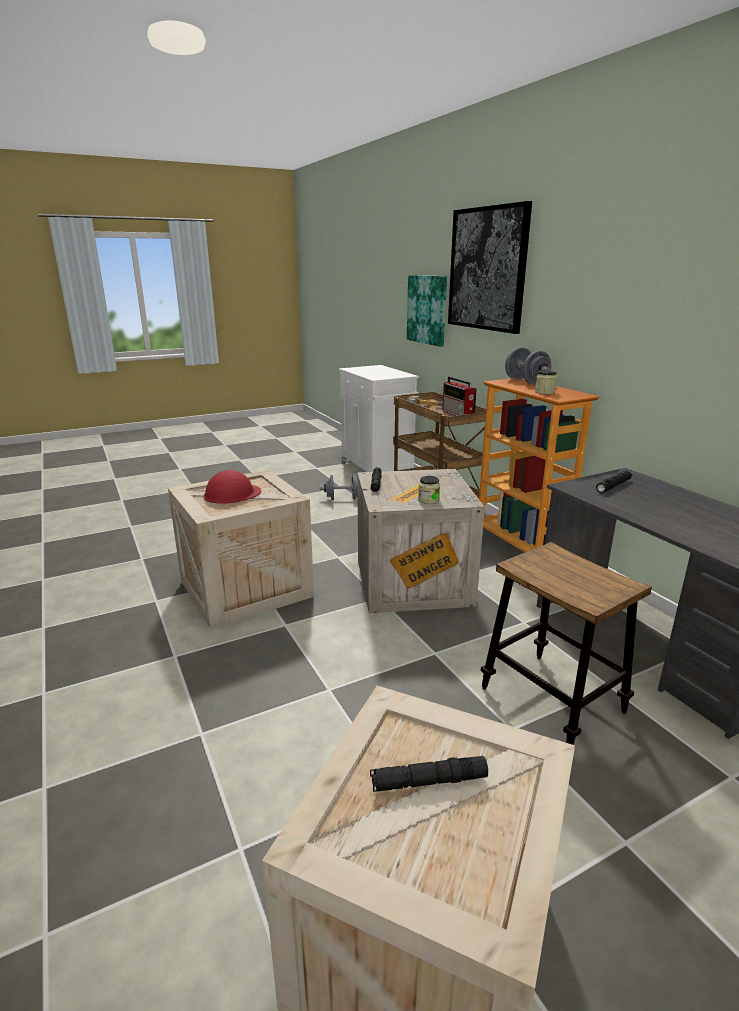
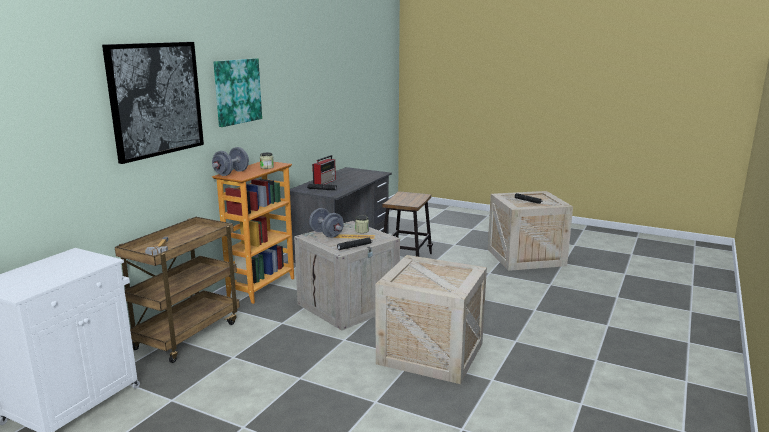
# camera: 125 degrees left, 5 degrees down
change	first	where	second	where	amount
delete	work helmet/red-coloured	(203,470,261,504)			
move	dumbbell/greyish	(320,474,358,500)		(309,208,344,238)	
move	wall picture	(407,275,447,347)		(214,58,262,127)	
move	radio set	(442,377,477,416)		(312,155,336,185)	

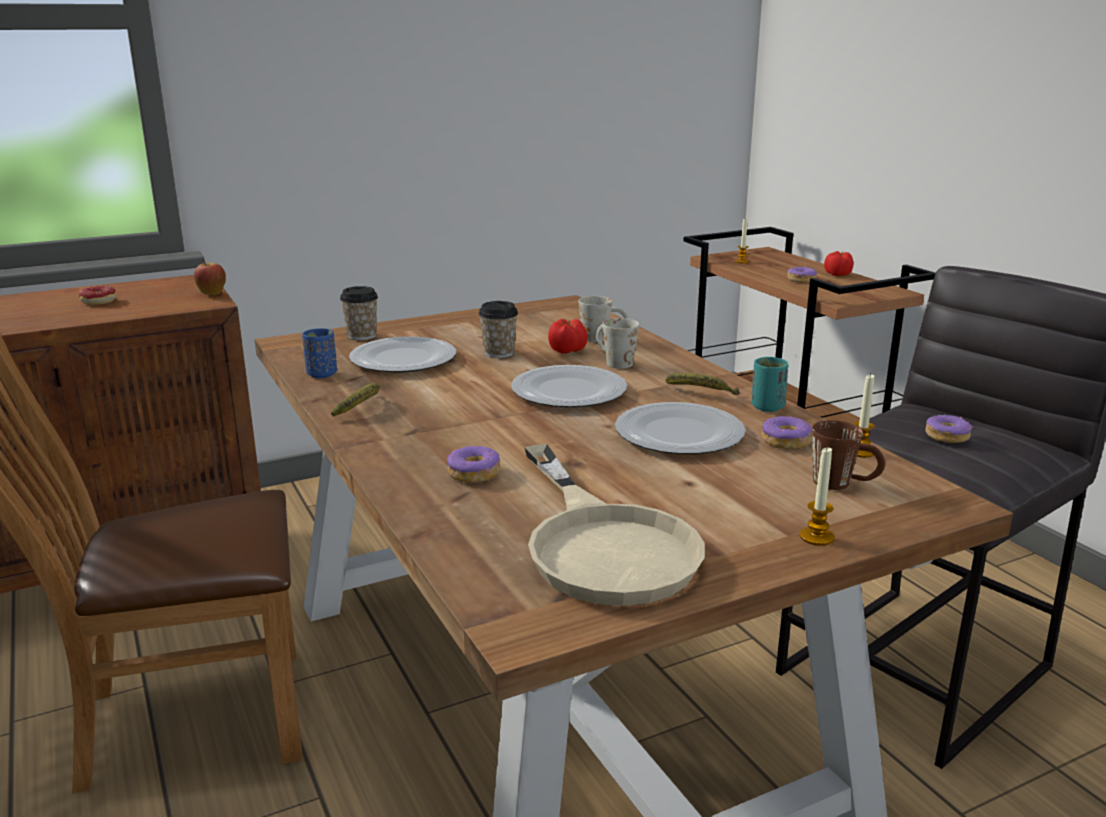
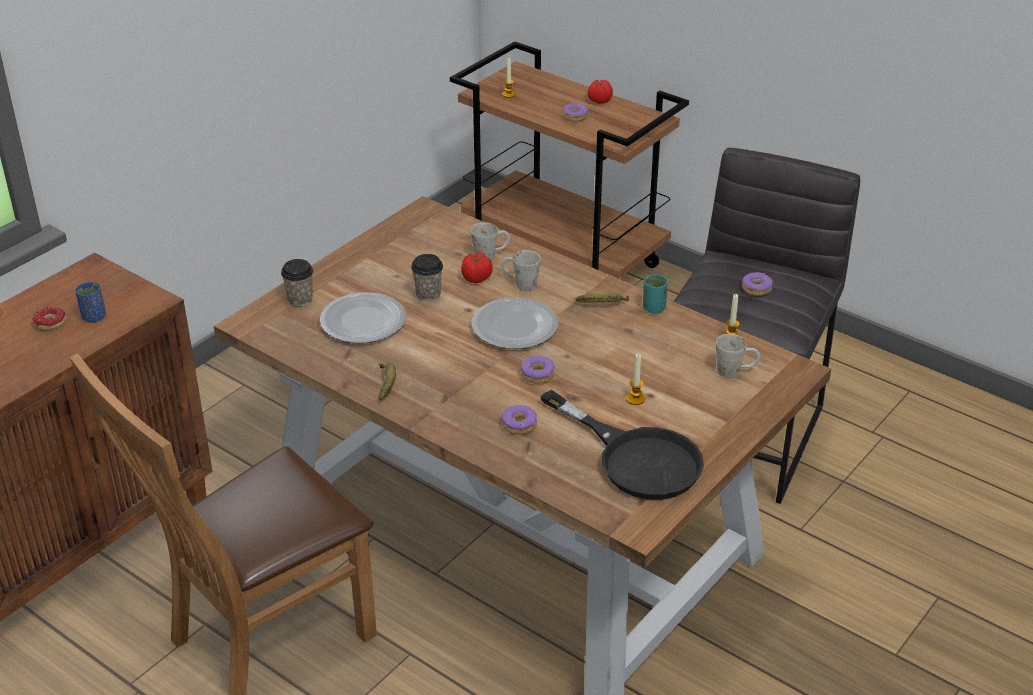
# camera: 25 degrees left, 15 degrees up
change	first	where	second	where	amount
delete	apple fruit	(194,258,226,295)			
delete	dinner plate	(615,402,746,454)			
move	cup/blue	(302,328,337,378)		(75,282,106,322)	
move	doughnut	(761,416,812,449)		(521,356,555,384)	
move	wax light	(800,446,835,546)		(626,353,645,405)	
recolor	frying pan/beige	(524,444,705,606)	frying pan/black	(541,390,704,500)	
recolor	tea mug/brownish	(812,420,885,490)	tea mug/white-coloured	(716,334,760,378)	

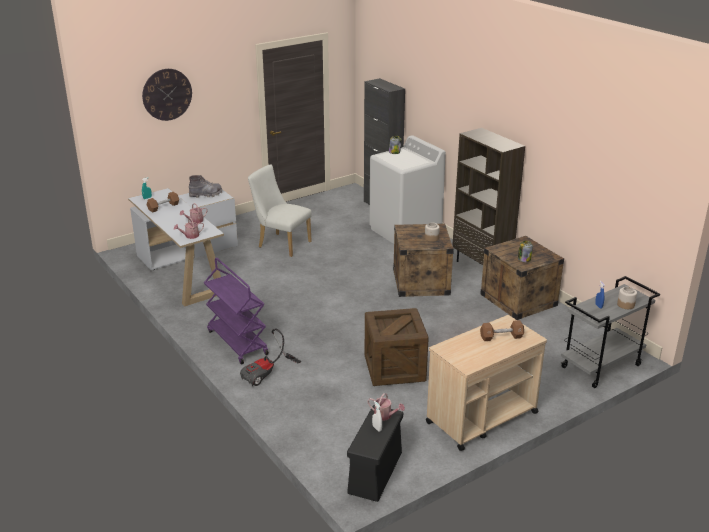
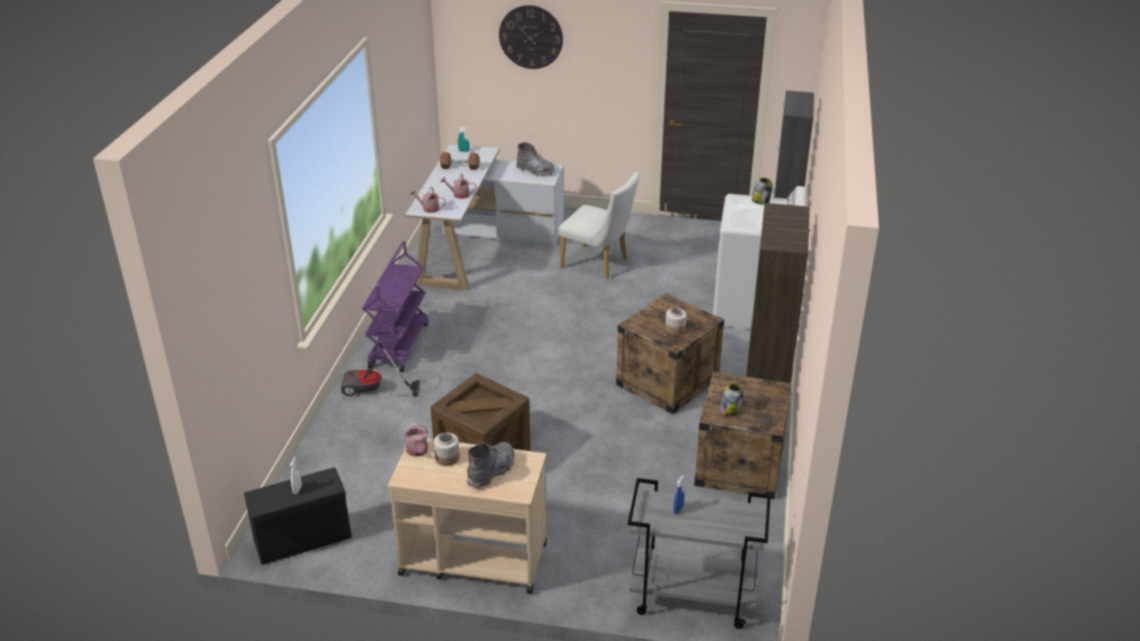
# camera: 45 degrees right, 5 degrees up
change	first	where	second	where	amount
move	sprinkling can	(368,393,405,421)		(404,423,428,457)	
move	preserve jar	(617,286,637,309)		(434,432,460,466)	
replace	dumbbell/brownish	(480,320,524,341)	high-top boot/greyish	(467,442,515,489)	
rotate	chair/white-coloured	(248,165,312,257)		(558,172,639,279)	135 degrees clockwise

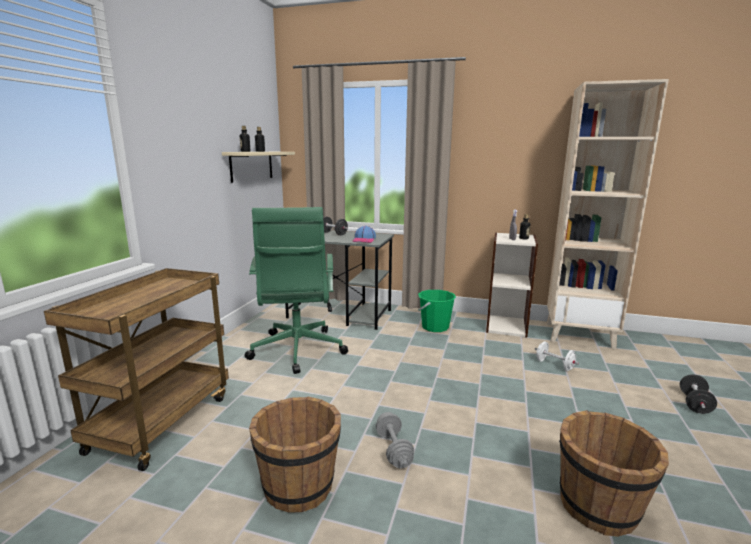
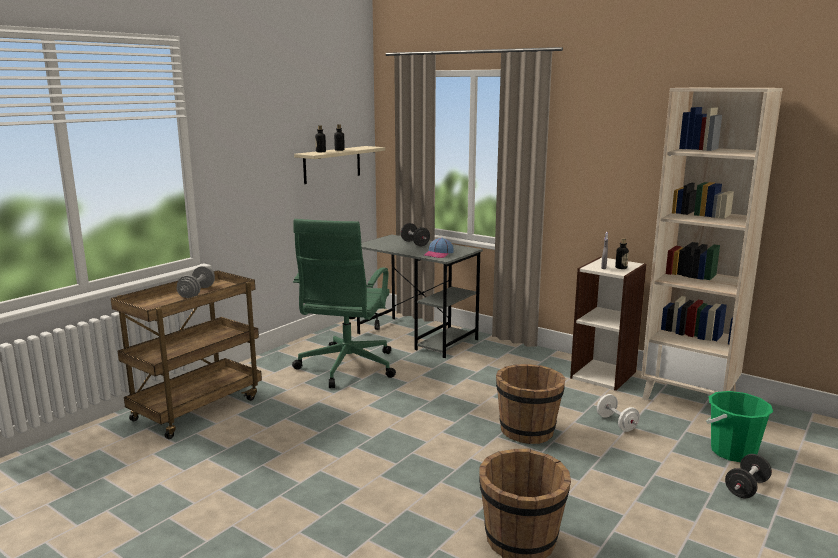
# camera: 20 degrees right, 0 degrees up
change	first	where	second	where	amount
move	water bucket/brownish	(249,397,341,513)		(496,364,565,444)	
move	dumbbell/greyish	(376,412,414,468)		(177,266,215,298)	
move	water bucket/green	(418,290,456,332)		(706,391,773,462)	

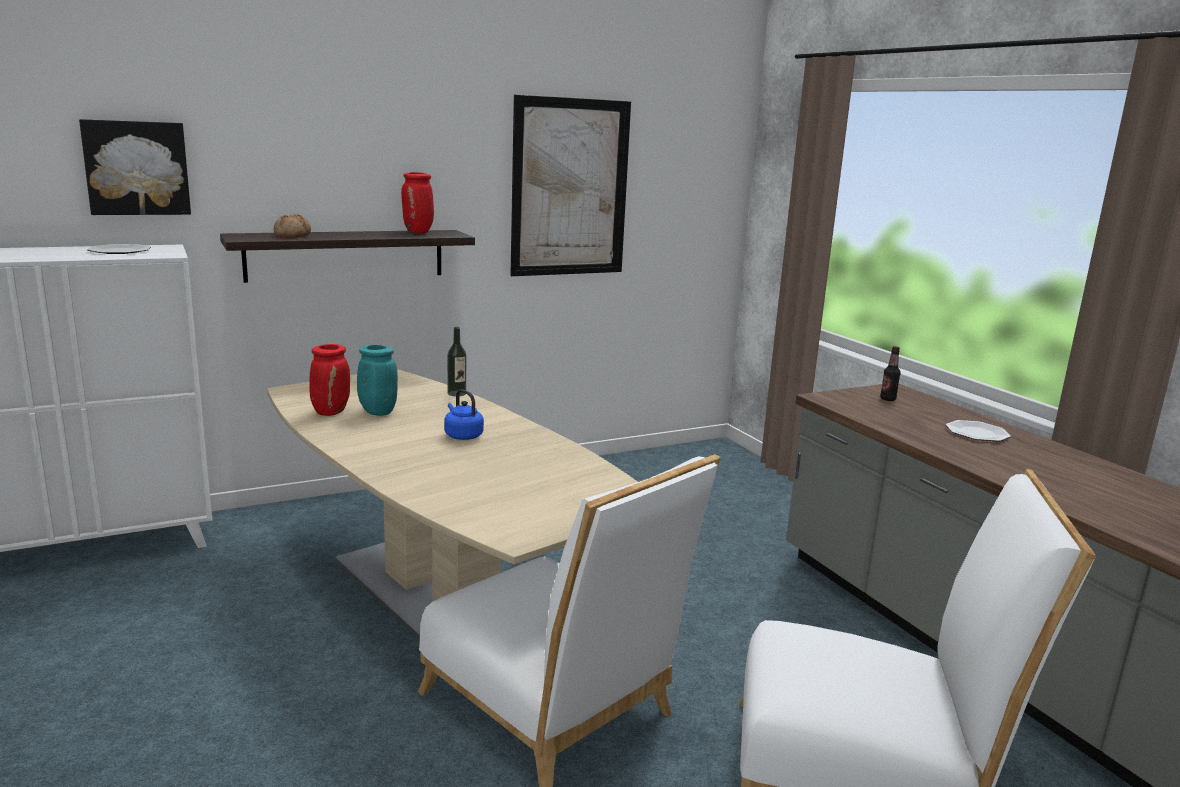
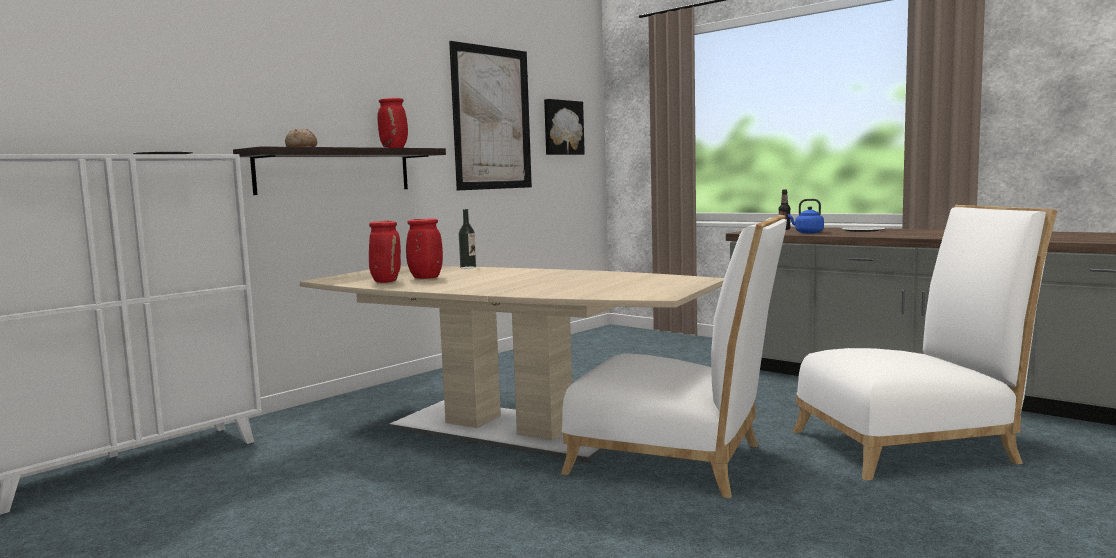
# camera: 20 degrees left, 10 degrees down
change	first	where	second	where	amount
move	wall picture	(79,119,191,215)		(544,99,585,155)	
move	kettle/blue	(444,389,484,440)		(788,199,824,234)	
recolor	vase/turquoise	(357,345,398,416)	vase/red-coloured	(406,218,443,279)	

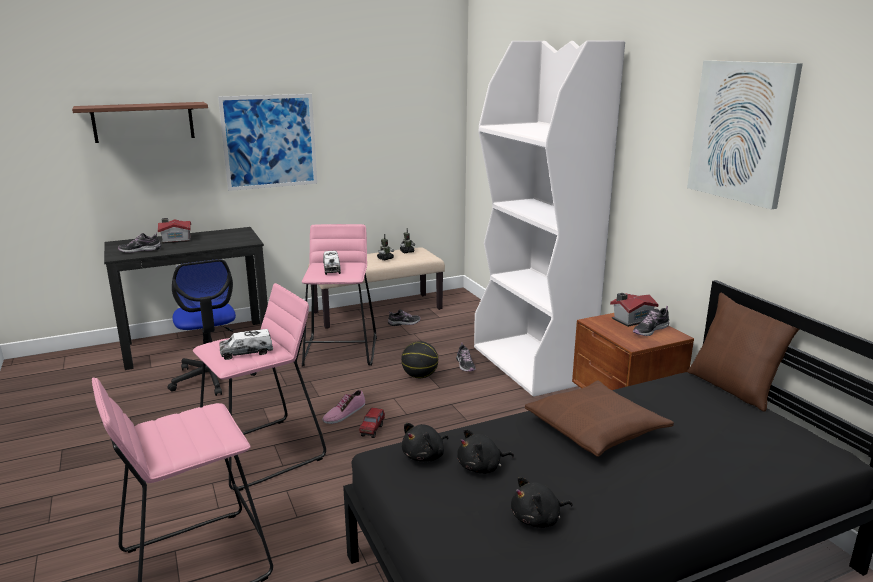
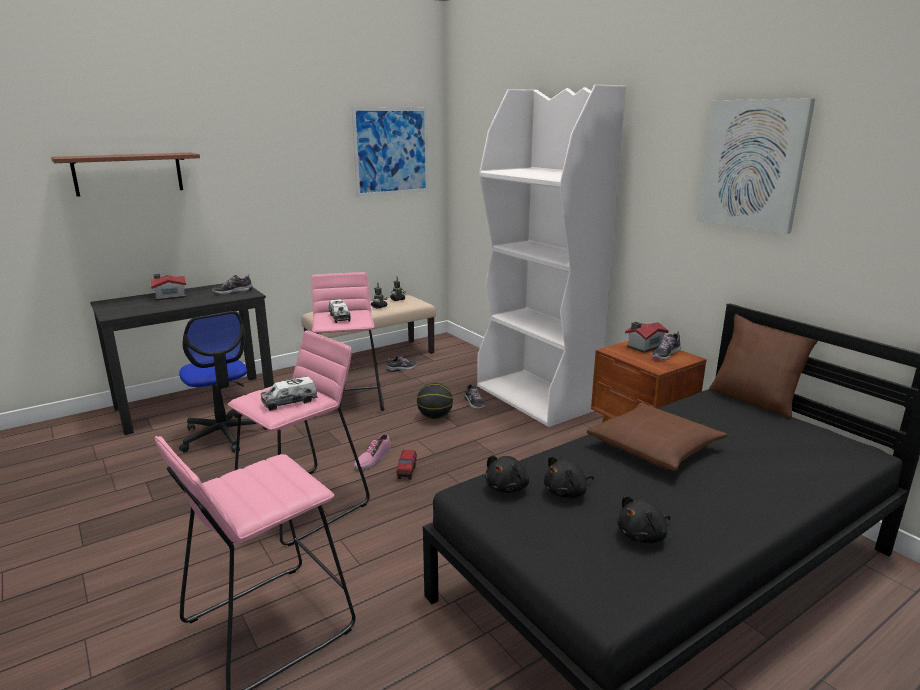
# camera: 10 degrees left, 0 degrees up
change	first	where	second	where	amount
move	low shoe	(118,233,161,253)		(212,275,253,294)	
move	wall picture	(218,94,317,191)		(352,107,429,197)	

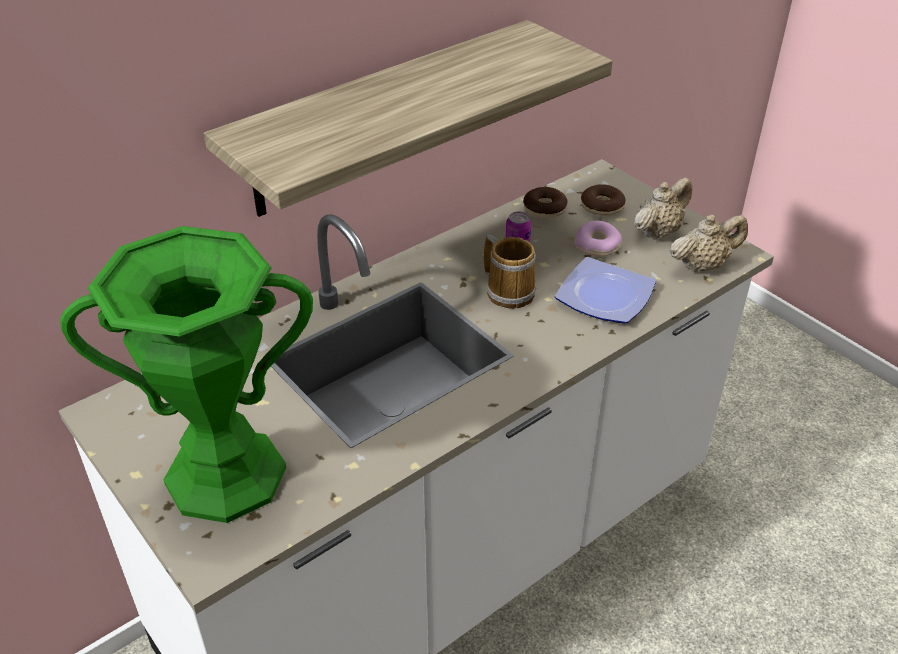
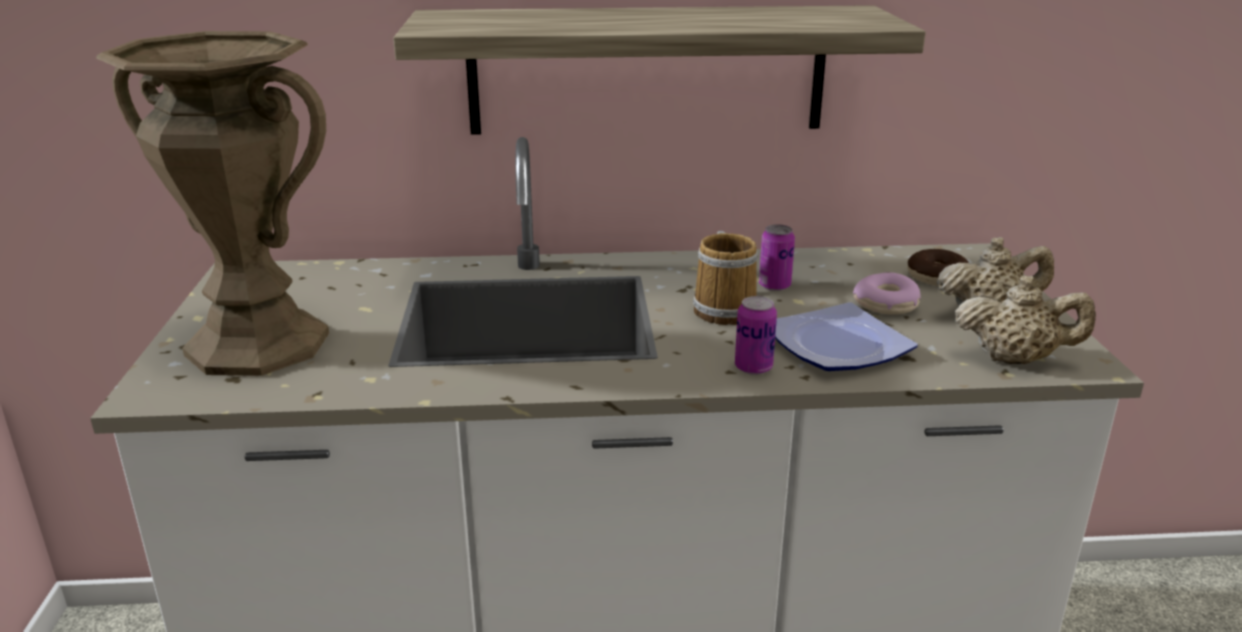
# camera: 35 degrees right, 15 degrees down
change	first	where	second	where	amount
delete	doughnut	(523,187,568,219)			
insert			metal can	(735,296,777,375)	
recolor	vase/green	(60,226,313,523)	vase/brownish	(96,31,329,376)	

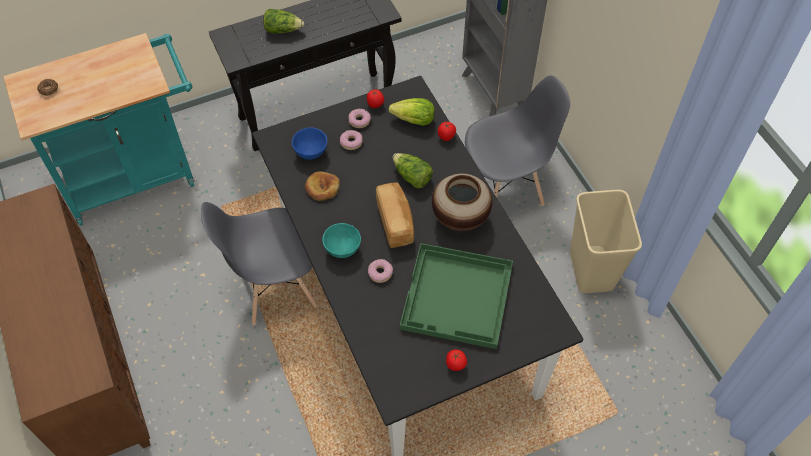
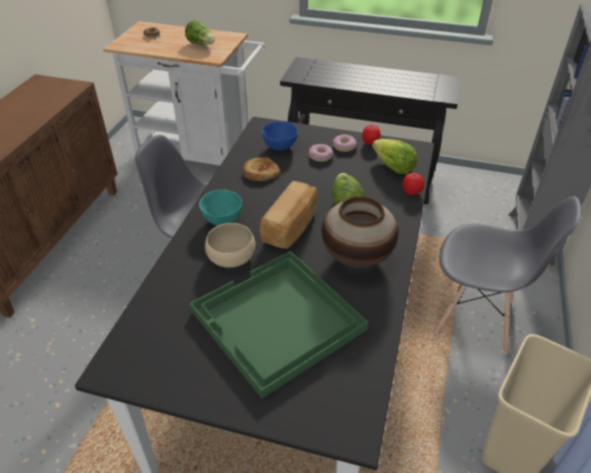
# camera: 40 degrees right, 15 degrees down
change	first	where	second	where	amount
delete	fresh tomato	(446,349,467,371)			
move	head of lettuce	(263,9,304,34)		(185,20,215,45)	
replace	doughnut	(368,259,393,283)	bowl/beige	(205,223,256,268)	
recolor	trolley/turquoise	(3,33,197,226)	trolley/white-coloured	(103,21,265,166)	

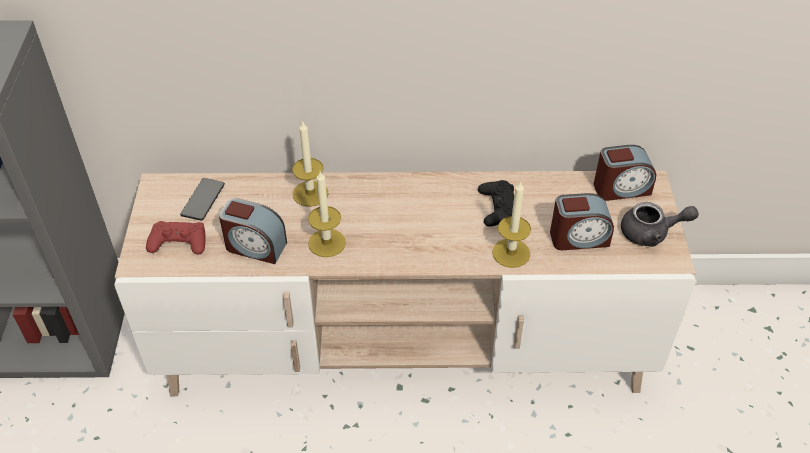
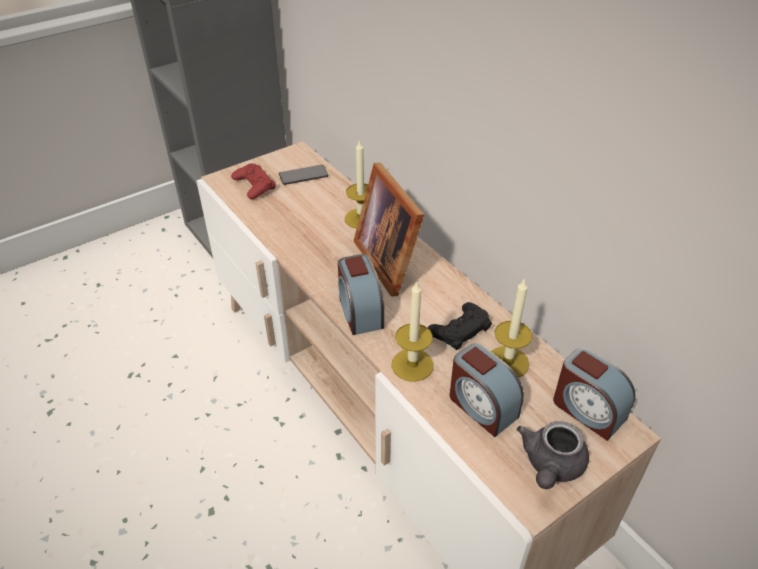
# camera: 55 degrees right, 5 degrees down
change	first	where	second	where	amount
insert			photo frame	(354,163,424,297)	
move	bedside clock	(219,198,287,264)		(338,254,384,335)	
move	wax light	(308,171,346,257)		(491,278,532,377)	
rotate	pot for tea/greyish	(621,202,699,247)		(517,421,589,489)	60 degrees clockwise

